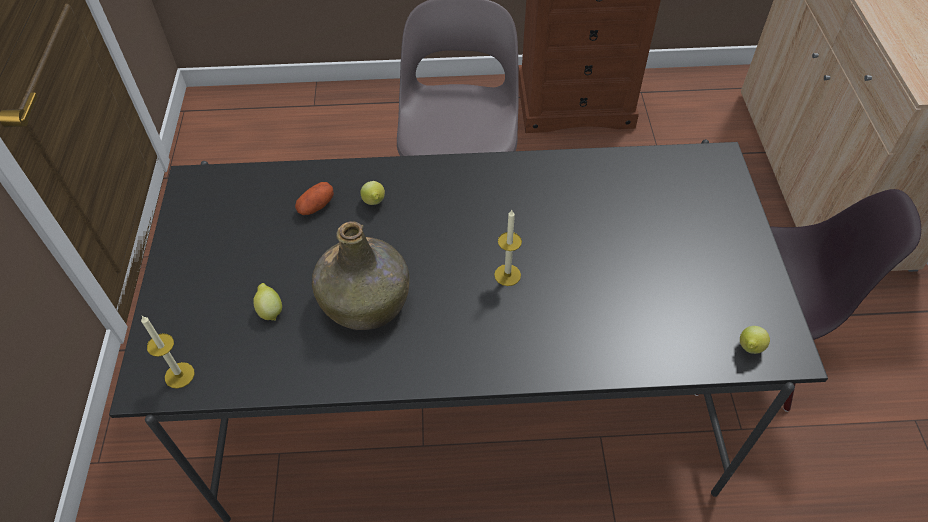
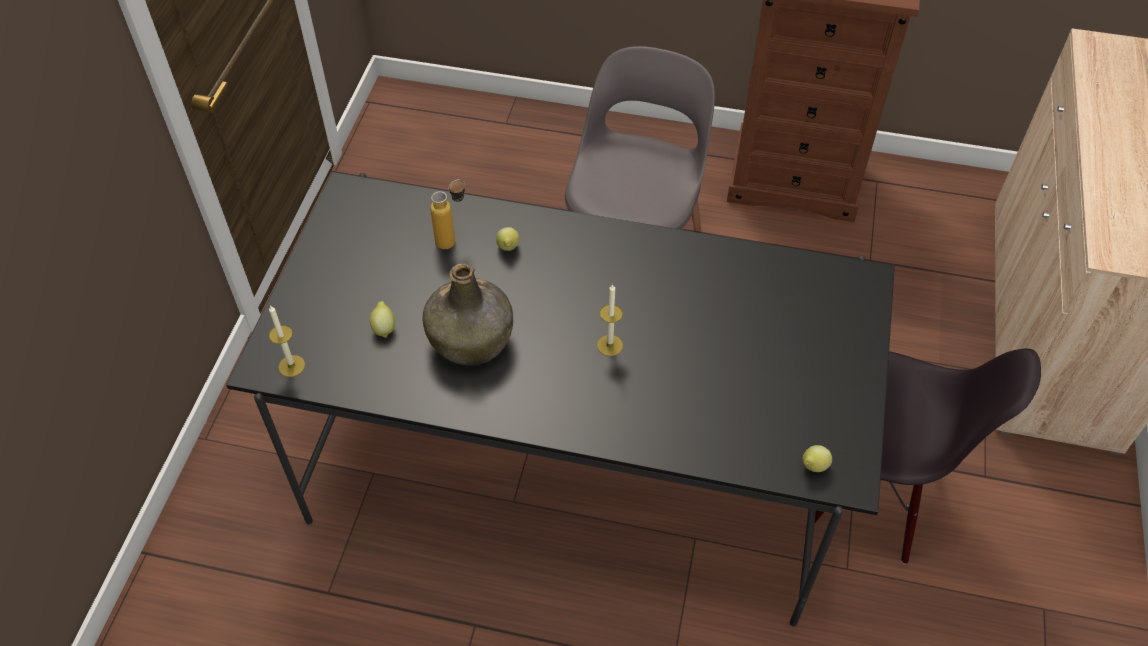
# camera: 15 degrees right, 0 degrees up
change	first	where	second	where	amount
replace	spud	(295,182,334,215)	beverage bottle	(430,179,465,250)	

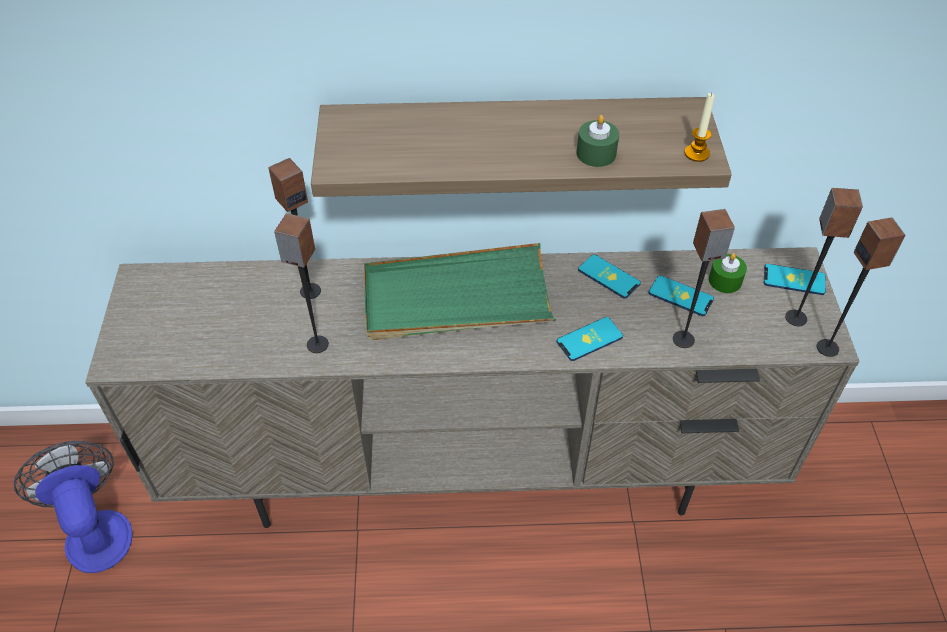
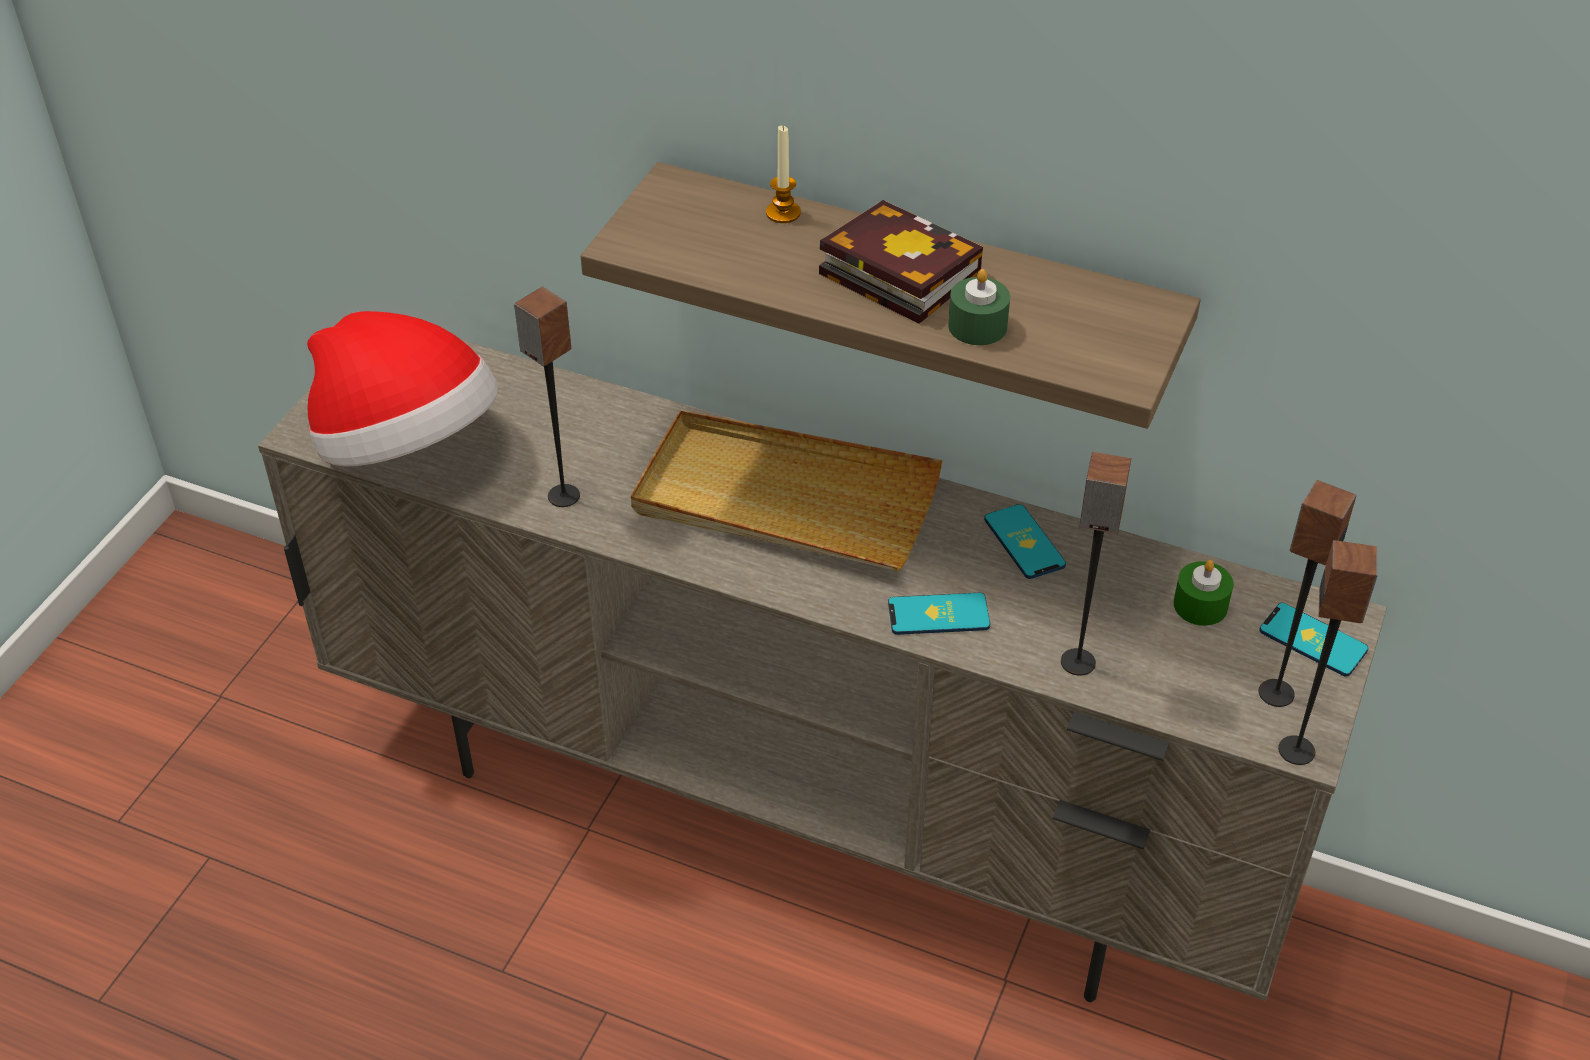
# camera: 25 degrees right, 5 degrees down
change	first	where	second	where	amount
delete	fan	(14,441,133,573)			
delete	audio speaker	(268,158,321,299)			
delete	telephone	(648,275,714,316)			
insert			wearable hat	(307,311,498,467)	
insert			bound book	(819,200,983,324)	
move	wax light	(684,93,715,162)		(766,126,801,223)	
recolor	carrying tray/green	(364,243,556,340)	carrying tray/beige	(631,410,943,571)	

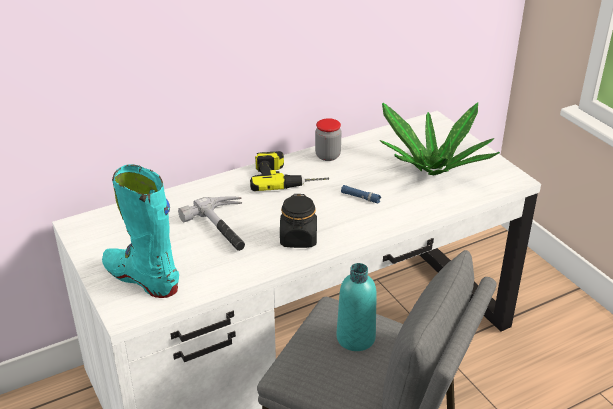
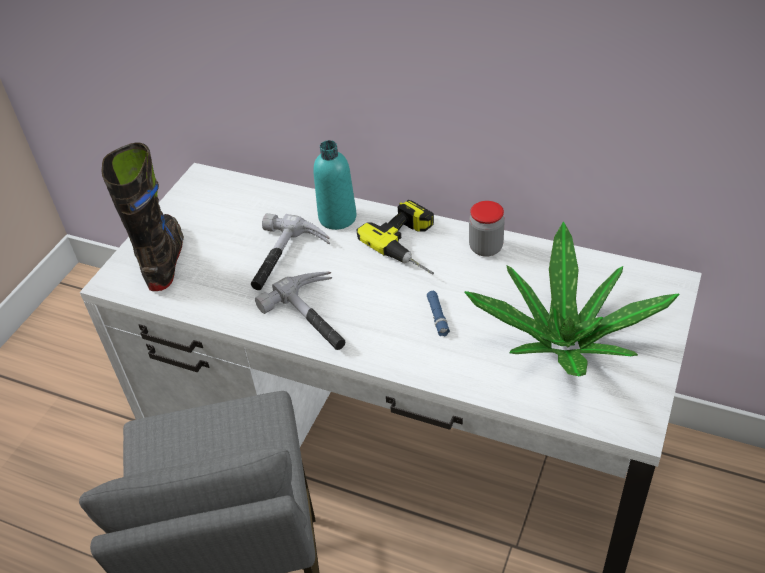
# camera: 55 degrees right, 10 degrees up
change	first	where	second	where	amount
move	beverage bottle/turquoise	(337,263,377,351)		(313,140,357,230)	
replace	preserve jar/black	(280,194,317,248)	hand hammer	(255,272,345,350)	
recolor	high-top boot/turquoise	(102,164,179,298)	high-top boot/black	(102,143,184,291)	

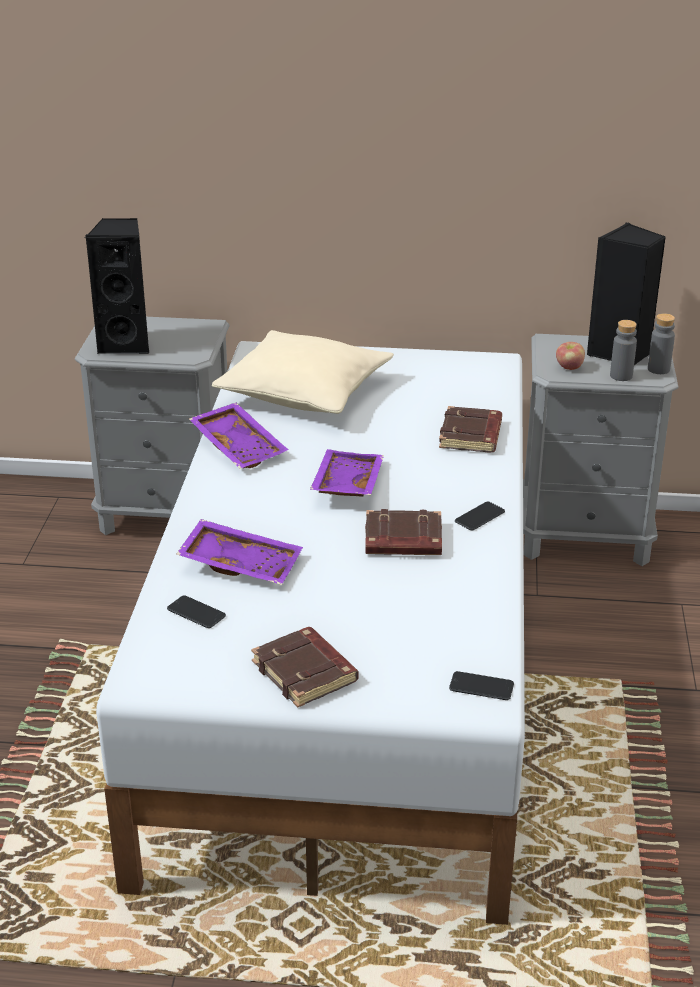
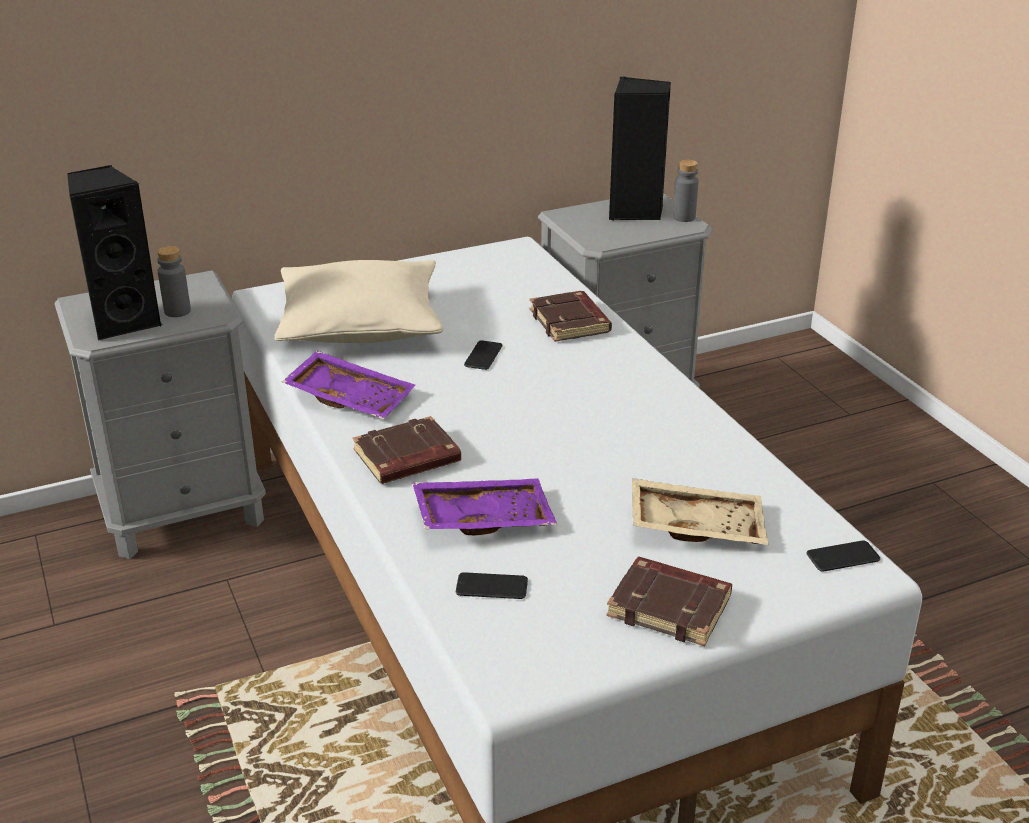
# camera: 30 degrees left, 0 degrees up
change	first	where	second	where	amount
delete	carrying tray/purple-coloured	(310,449,384,497)			
delete	apple fruit	(556,342,585,370)			
insert			carrying tray/beige	(632,478,769,545)	
move	bound book/brownish	(365,509,442,555)		(353,416,461,484)	
move	telephone	(455,502,505,530)		(464,340,502,370)	
move	beverage bottle/greyish	(610,320,637,381)		(157,246,191,317)	

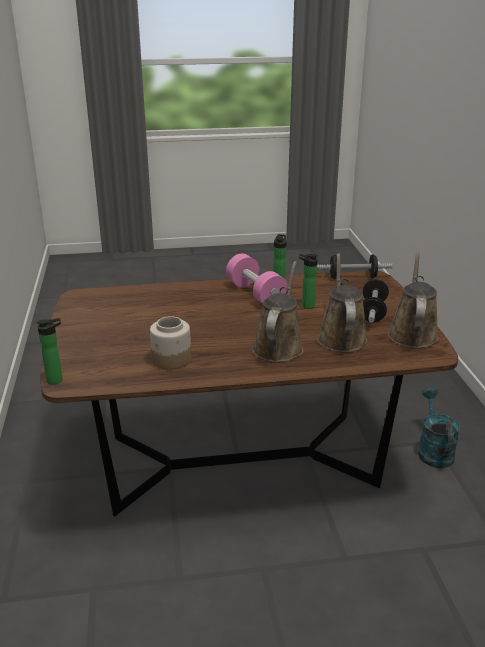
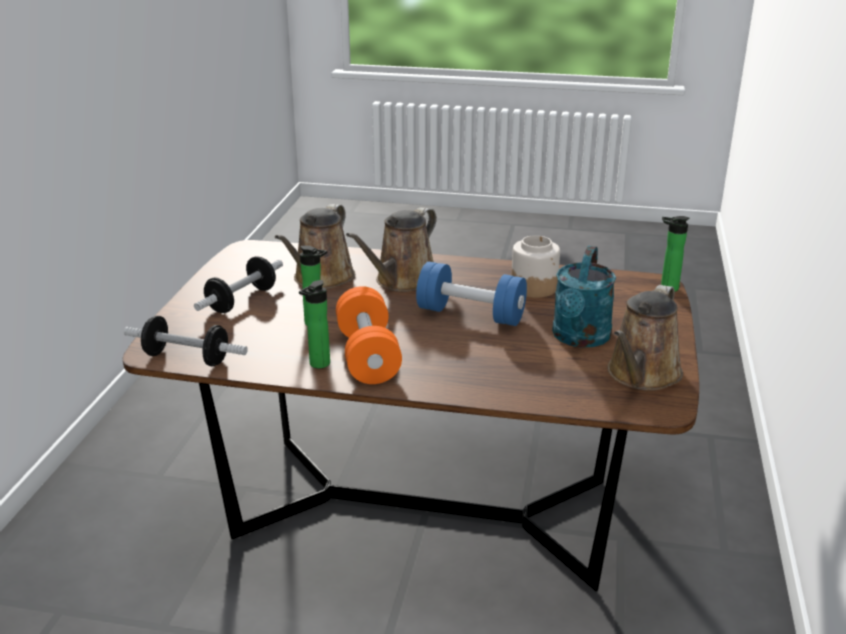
# camera: 160 degrees left, 0 degrees up
change	first	where	second	where	amount
insert			dumbbell/blue	(416,262,527,326)	
move	sprinkling can/brownish	(388,251,438,348)		(607,285,683,391)	
move	sprinkling can/turquoise	(418,388,461,468)		(552,246,616,348)	
recolor	dumbbell/pink	(226,253,288,304)	dumbbell/orange-coloured	(336,286,402,384)	

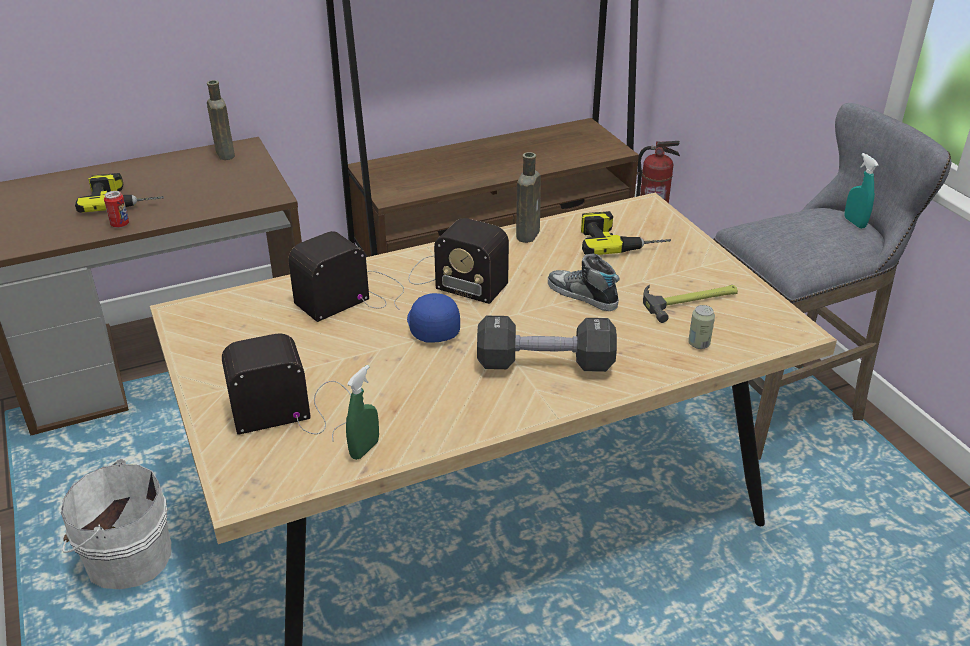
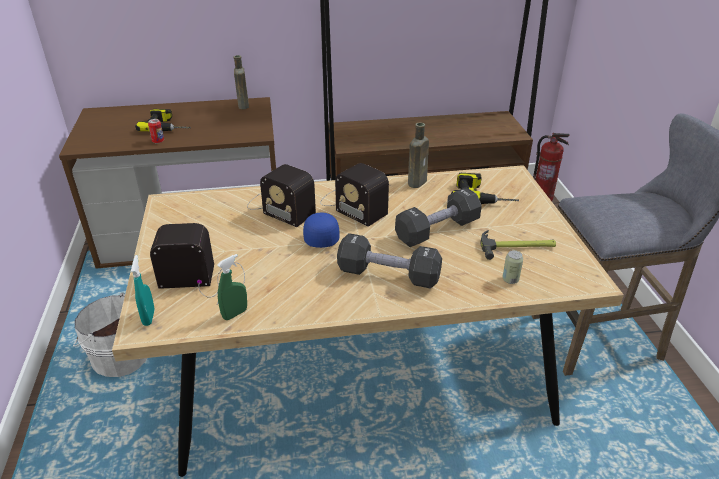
# camera: 15 degrees right, 0 degrees up
change	first	where	second	where	amount
move	sprayer/turquoise	(845,153,878,229)		(131,255,155,326)	
replace	low shoe	(548,254,619,311)	dumbbell/black	(395,187,482,247)	
rotate	radio set	(288,231,404,322)		(247,164,316,227)	120 degrees counterclockwise

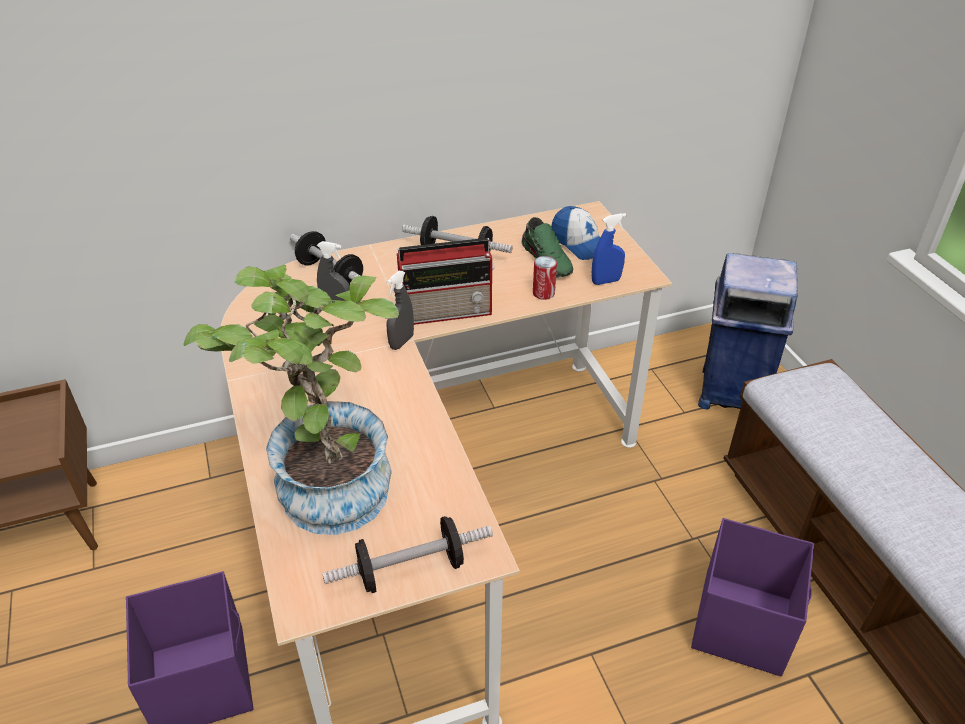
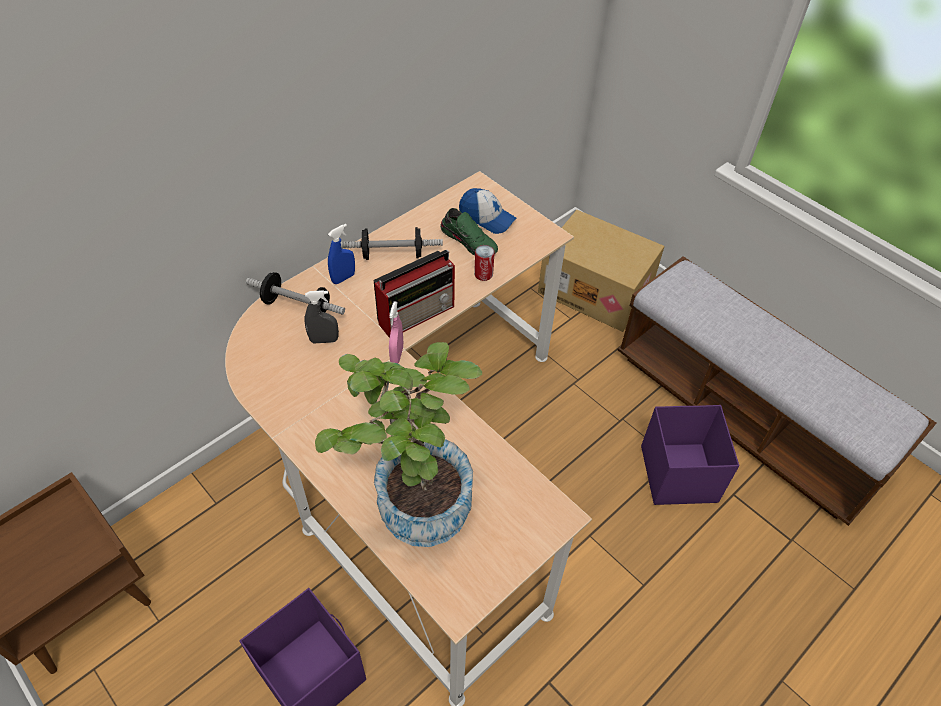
# camera: 25 degrees left, 10 degrees up
change	first	where	second	where	amount
delete	dumbbell	(322,516,493,593)			
move	sprayer/blue	(591,213,626,285)		(328,224,355,284)	
replace	trash can/blue	(698,253,798,409)	cardboard box	(538,210,664,332)	
recolor	sprayer/greyish	(386,271,414,350)	sprayer/pink	(389,302,403,363)	

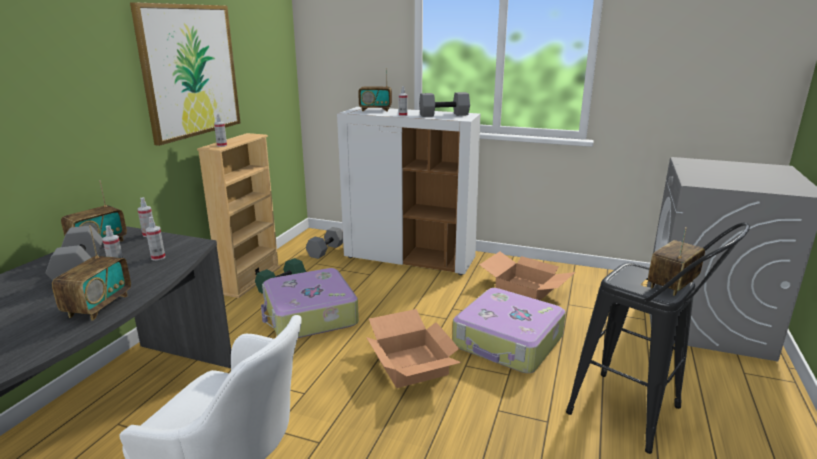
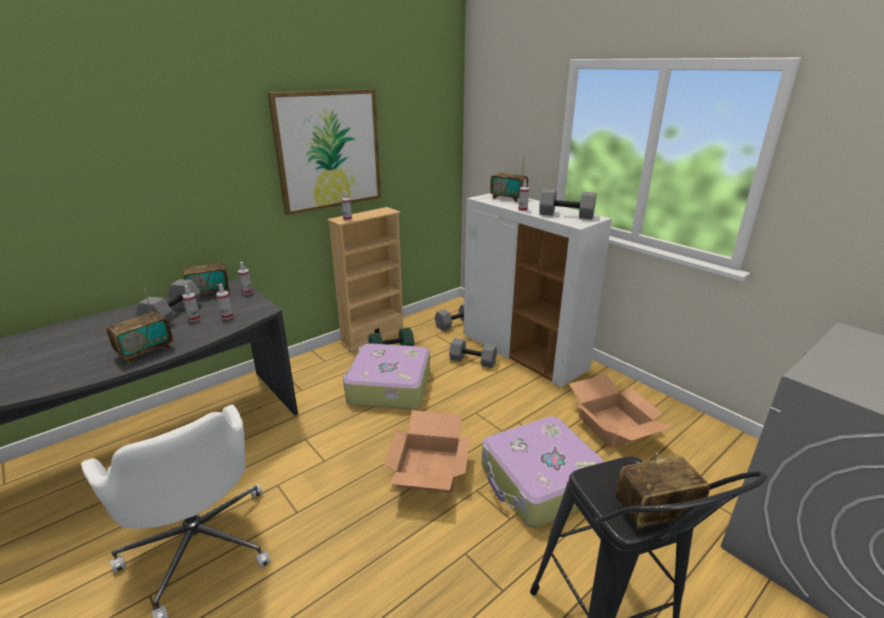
# camera: 30 degrees right, 5 degrees up
change	first	where	second	where	amount
insert			dumbbell/greyish	(449,338,497,368)	

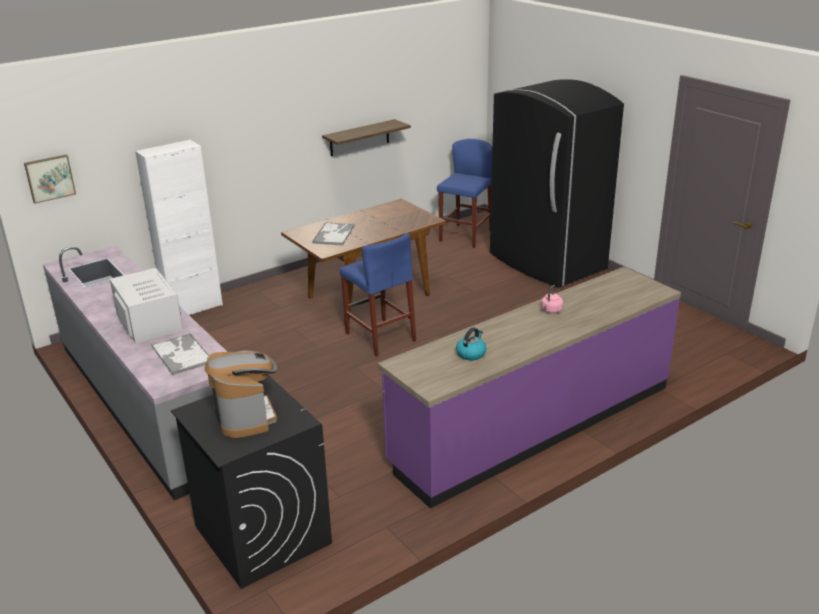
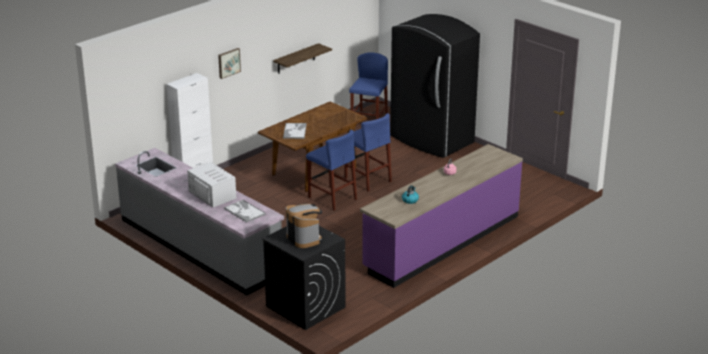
# camera: 10 degrees left, 0 degrees up
change	first	where	second	where	amount
insert			stool/blue	(344,113,392,191)	
move	wall picture	(24,155,76,204)		(218,48,241,79)	

